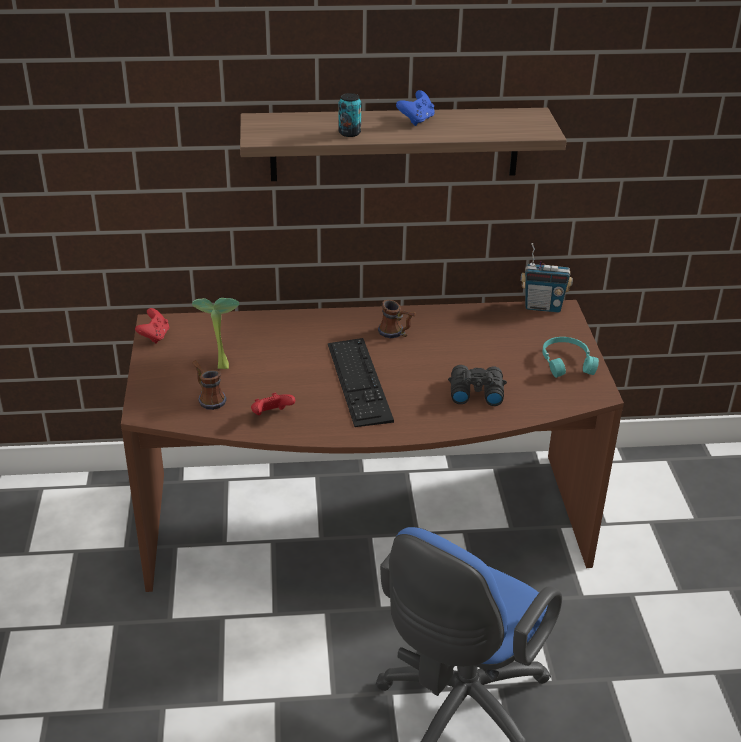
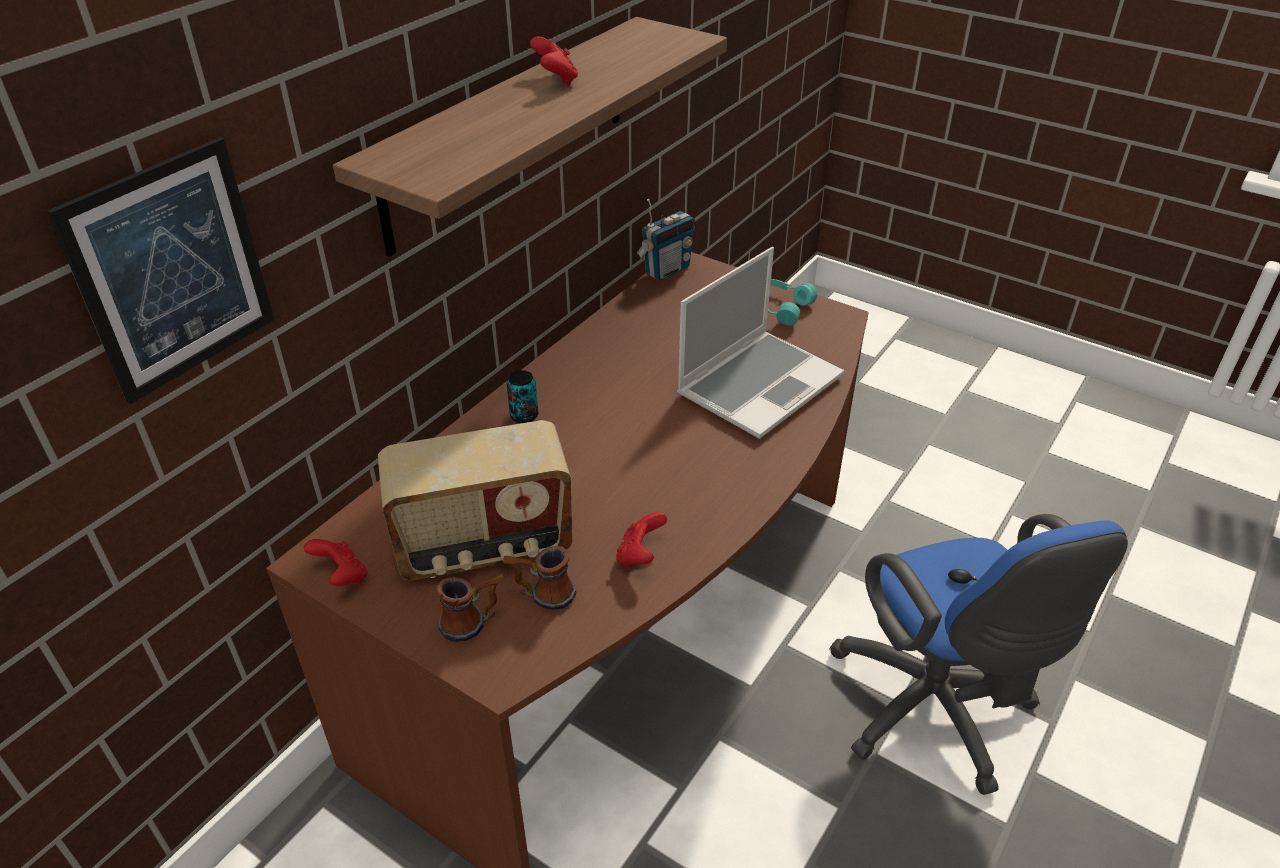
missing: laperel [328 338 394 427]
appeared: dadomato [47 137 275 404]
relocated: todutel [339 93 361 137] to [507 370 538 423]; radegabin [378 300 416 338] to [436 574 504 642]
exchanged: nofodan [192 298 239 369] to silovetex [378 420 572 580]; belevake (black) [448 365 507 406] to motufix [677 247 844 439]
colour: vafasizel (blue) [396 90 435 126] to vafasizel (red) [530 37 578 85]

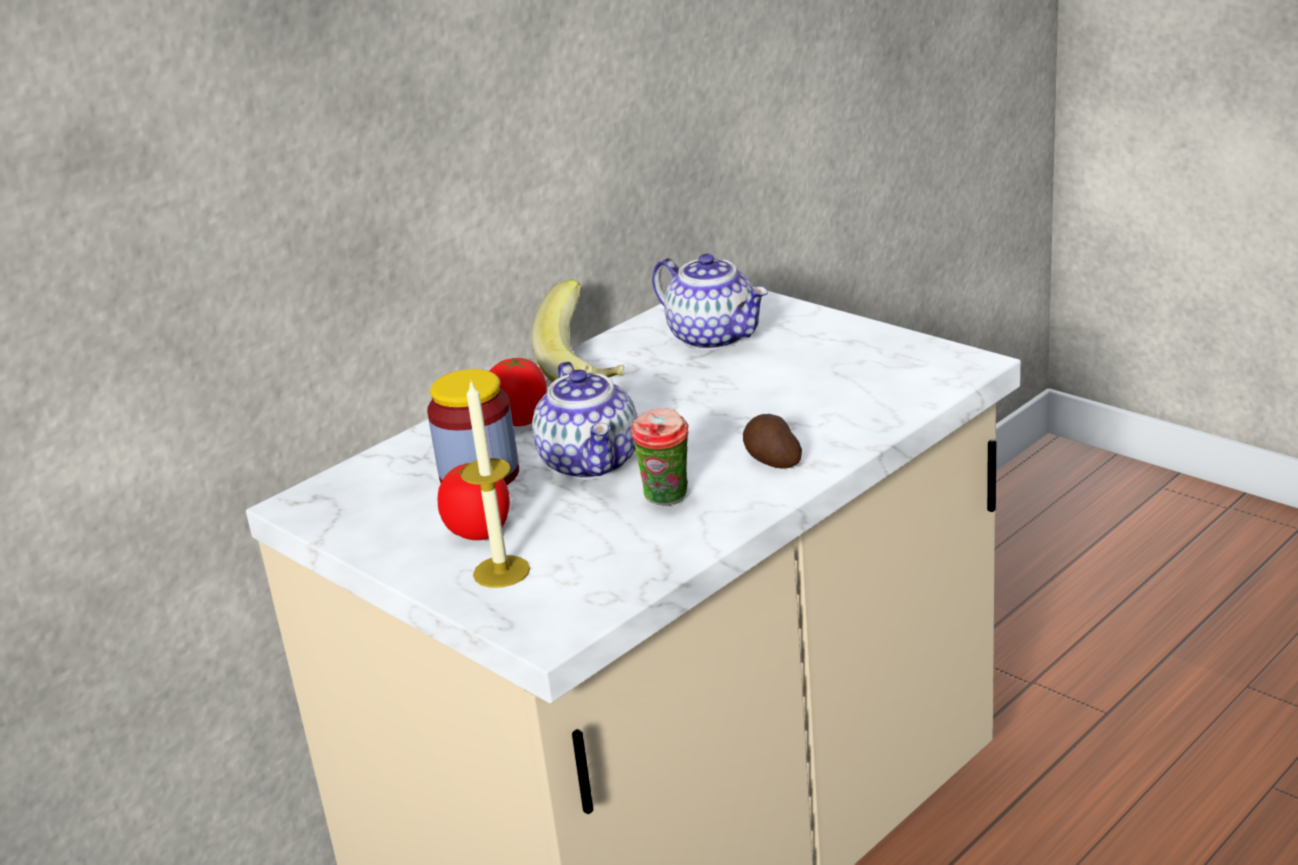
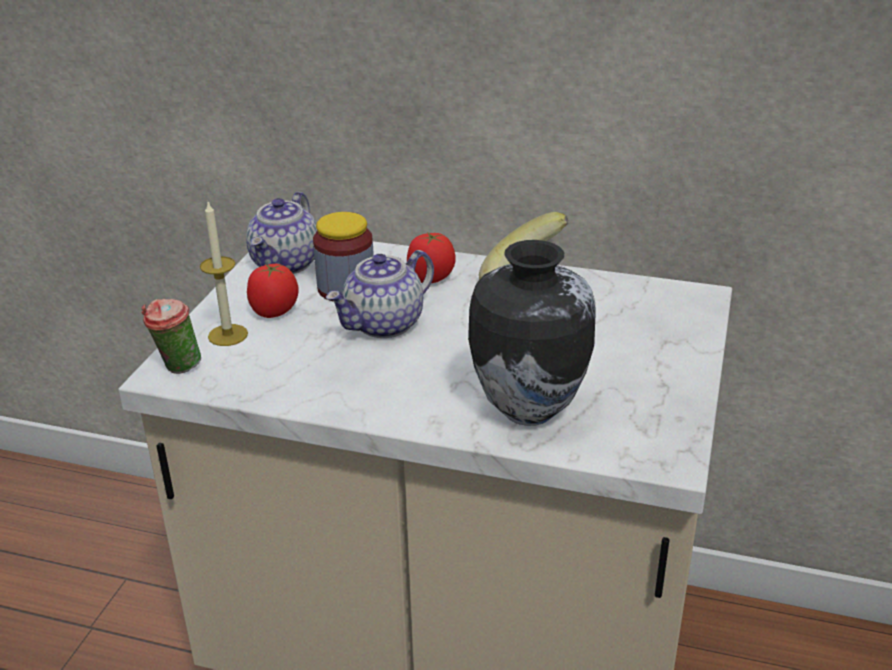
missing: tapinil [743 414 802 469]
appeared: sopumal [468 240 595 426]
relocated: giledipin [631 408 689 506] to [141 299 201 374]; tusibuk [652 254 768 350] to [246 192 317 274]

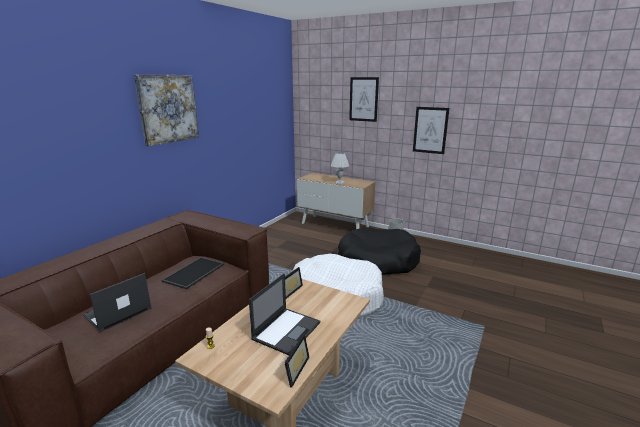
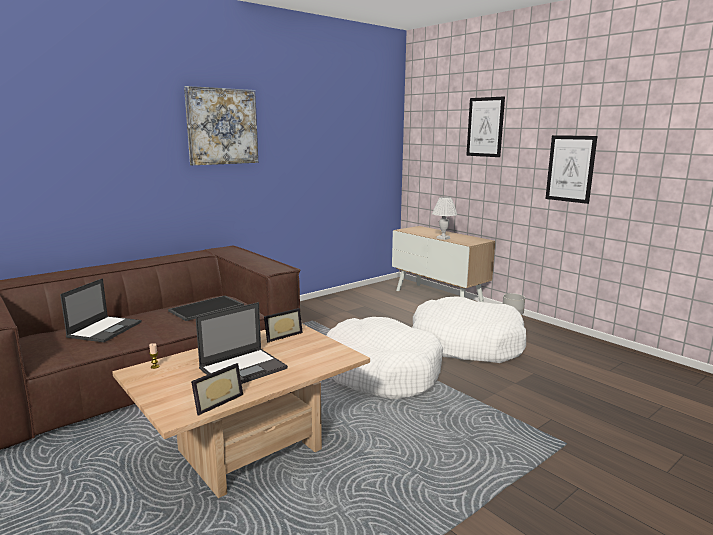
colour: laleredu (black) [338 227 421 275] to laleredu (white) [412 296 526 363]
spun: motufix [83 273 152 332] = [60 278 141 342] 135 degrees clockwise

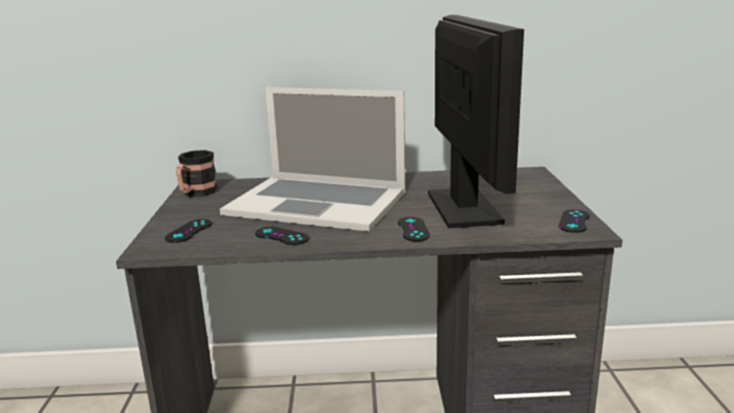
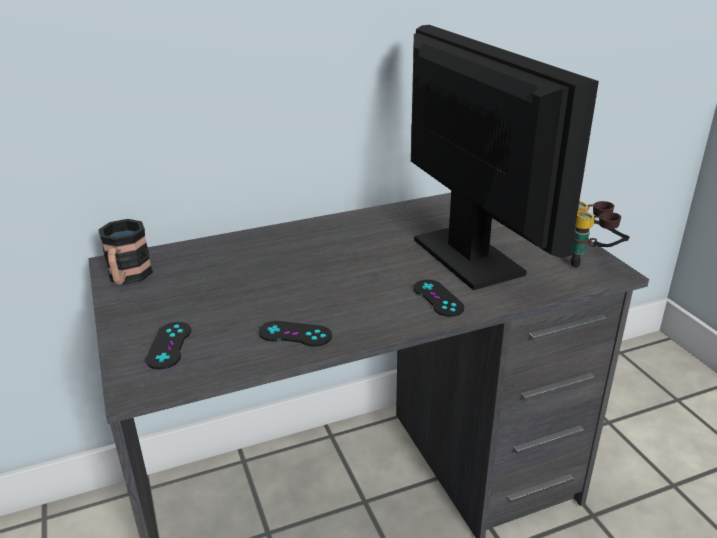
missing: motufix [220 87 405 232]
exchanged: vafasizel (black) [559 210 590 233] to belevake [570 201 630 268]

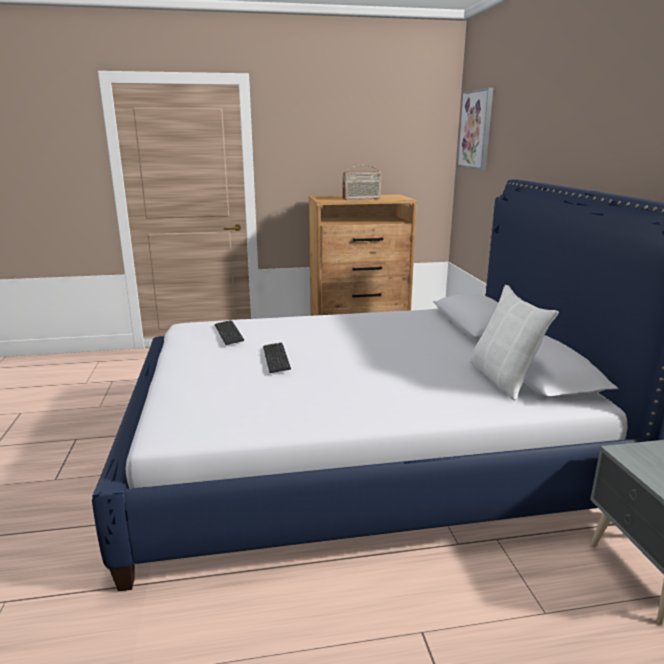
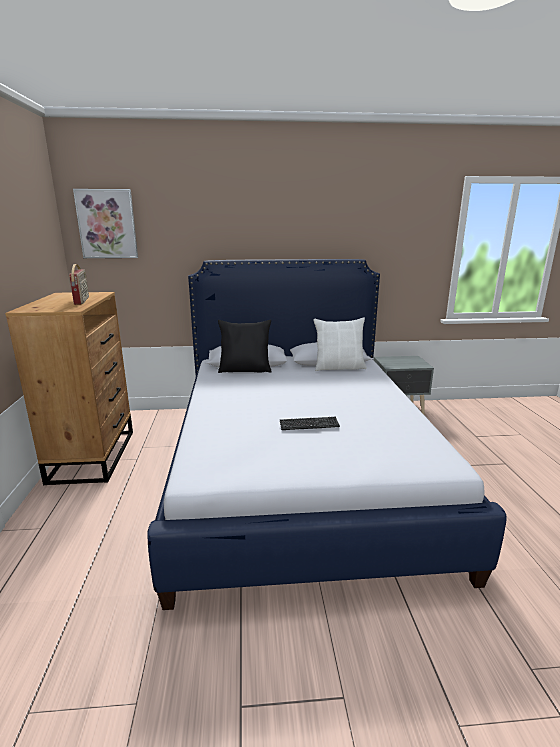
missing: laperel [215 320 244 345]
appeared: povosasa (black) [218 320 272 373]

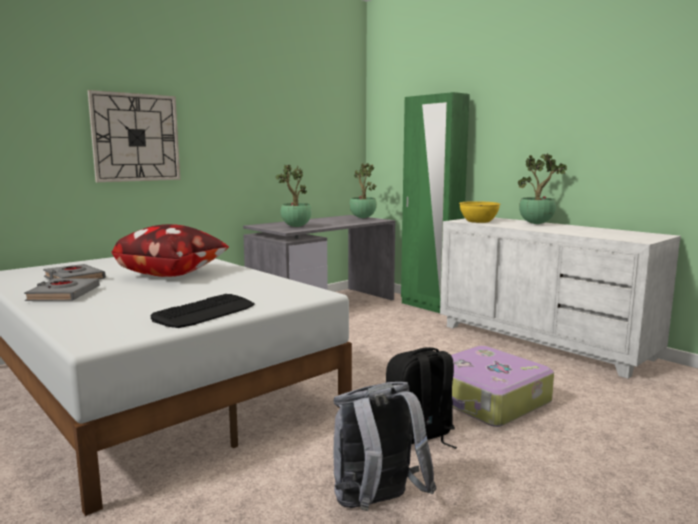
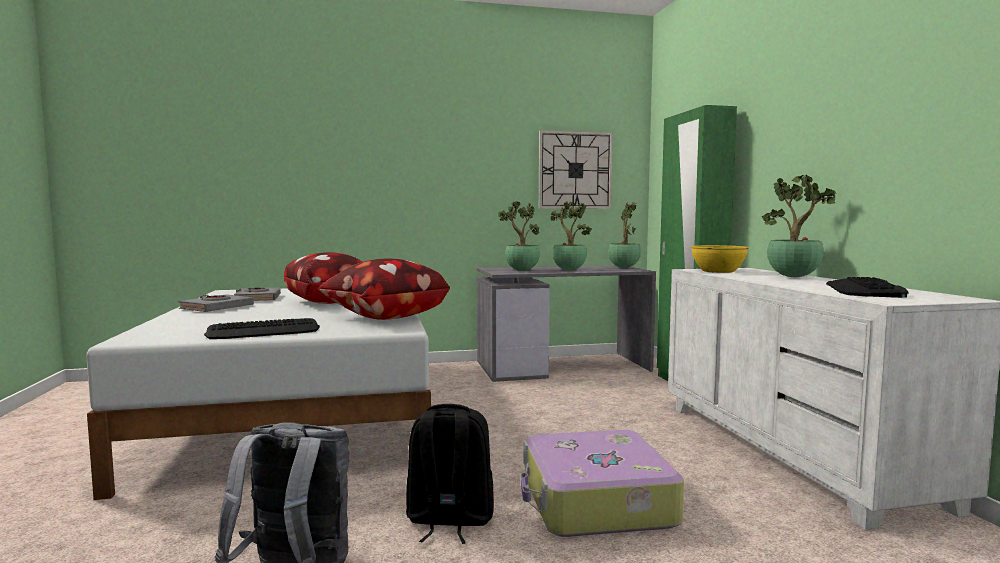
appeared: povosasa [318 258 450 320]; nofodan [550 201 592 270]; laperel [826 277 909 298]
relocated: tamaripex [88 90 180 182] to [539 130 613 209]

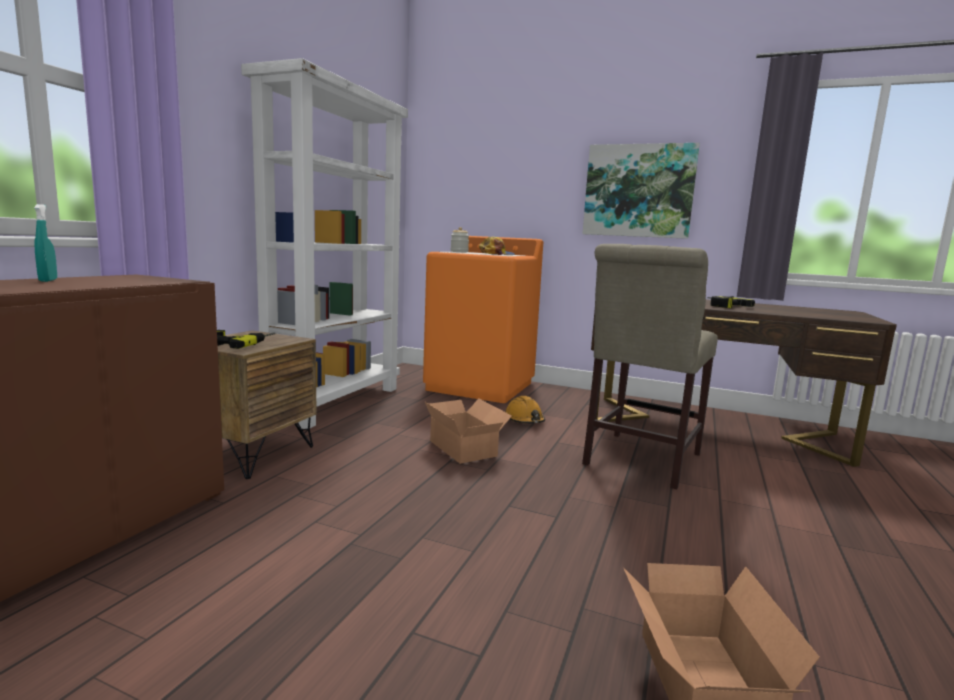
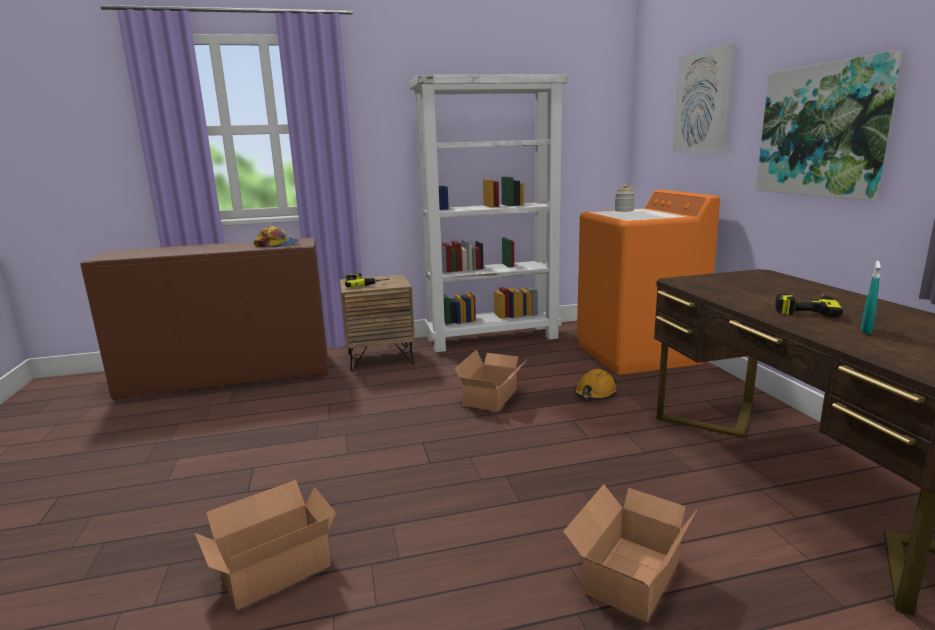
missing: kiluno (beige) [582 244 718 489]
appeared: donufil [563 484 697 622]; dadomato [672 43 735 153]
relocated: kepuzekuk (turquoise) [34 204 57 282] to [861 261 881 334]; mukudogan [479 237 515 255] to [254 226 299 247]

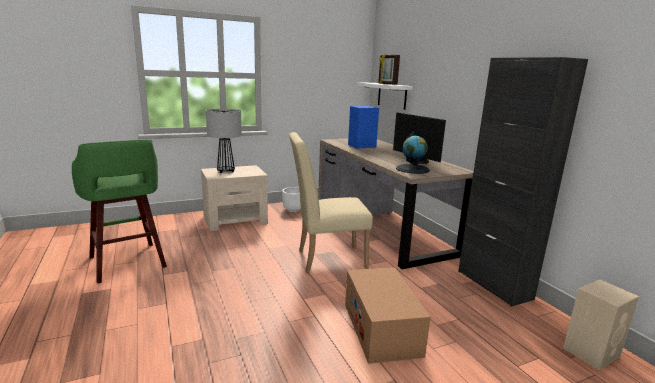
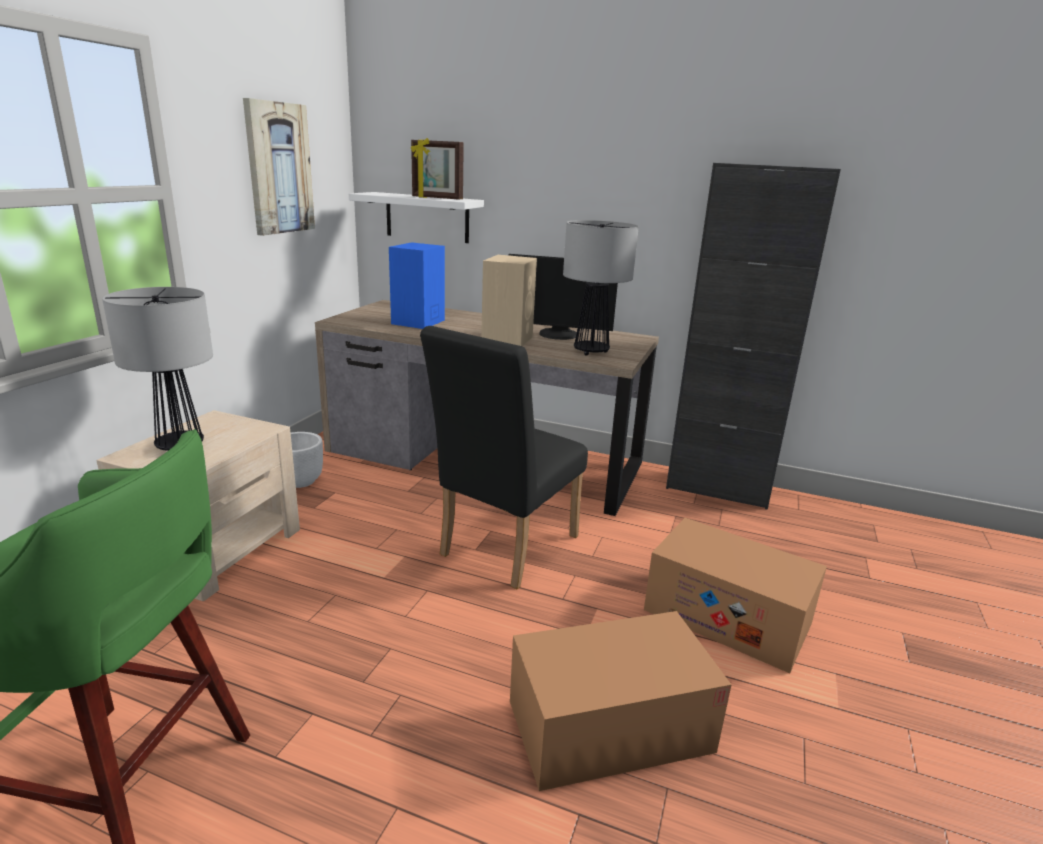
appeared: dadomato [243 98 315 236]; donufil [510 611 731 791]
relocated: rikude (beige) [563 280 639 370] to [481 255 537 347]
exchanged: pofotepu [396 132 430 174] to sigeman [563 220 639 356]
colour: kiluno (beige) [289 132 373 273] to kiluno (black) [420 326 588 589]

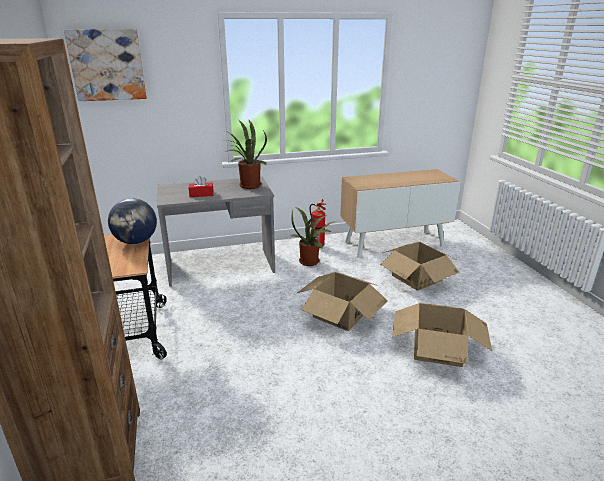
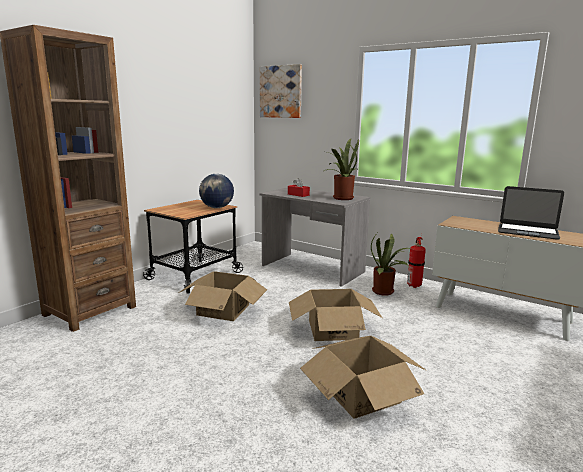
appeared: motufix [498 186 564 240]
relocated: donufil [380 242 460 291] to [177 271 267 321]

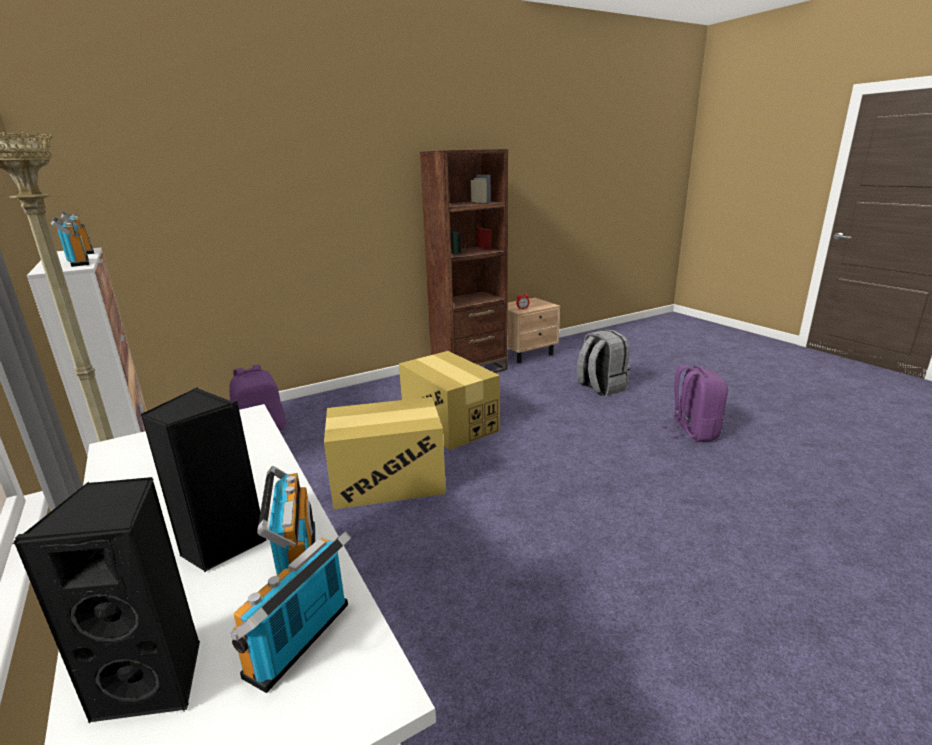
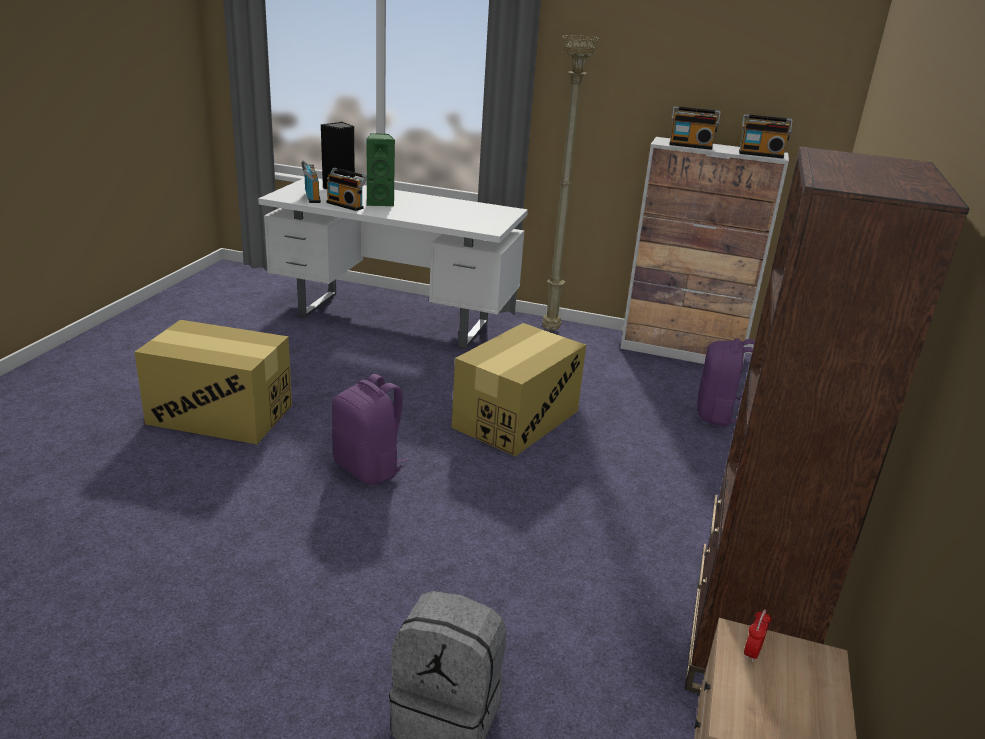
relocated: donufil [399 351 500 450] to [134 320 292 444]; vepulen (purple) [661 365 728 442] to [332 374 410 485]
colour: rikude (black) [141 387 266 572] to rikude (green) [366 133 395 206]

